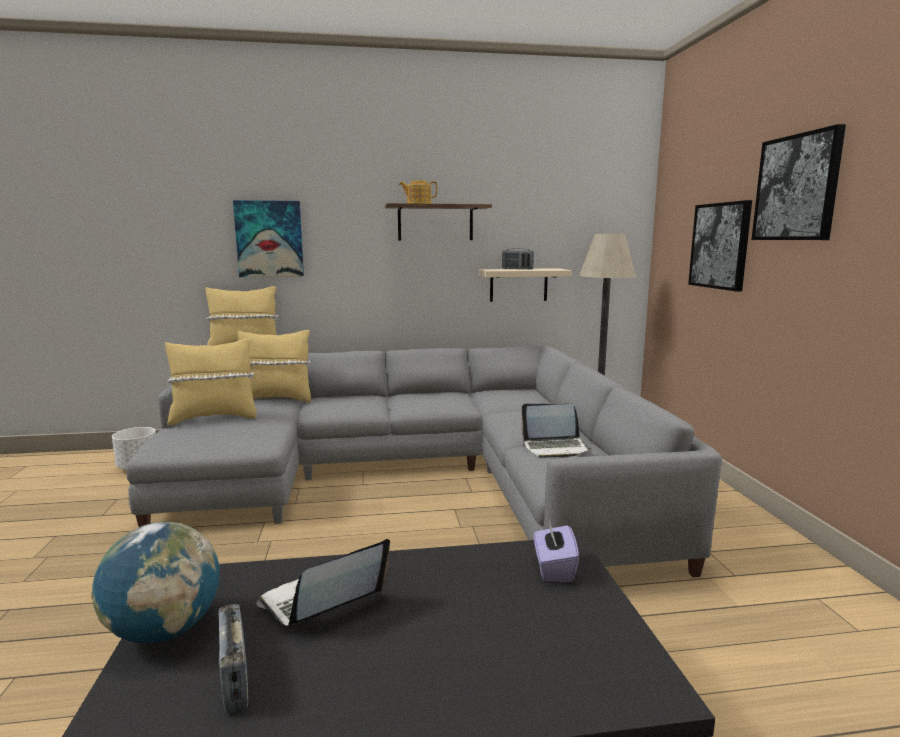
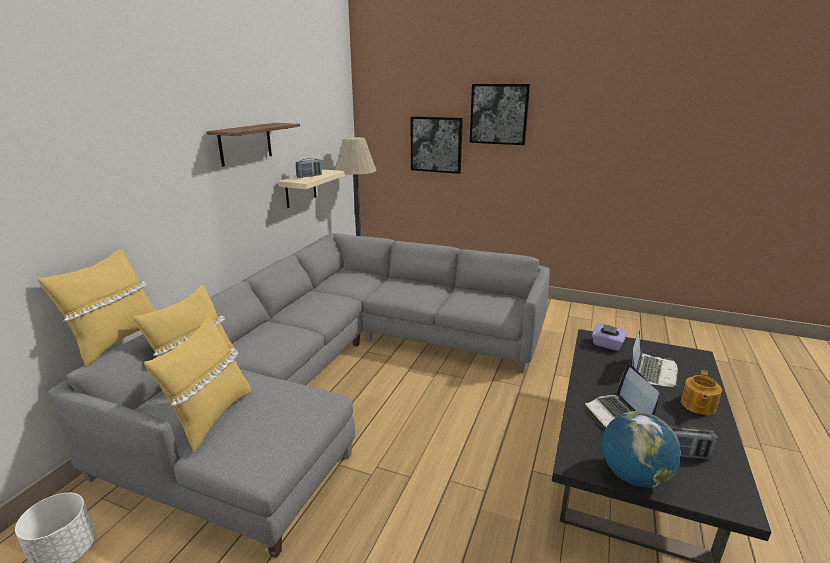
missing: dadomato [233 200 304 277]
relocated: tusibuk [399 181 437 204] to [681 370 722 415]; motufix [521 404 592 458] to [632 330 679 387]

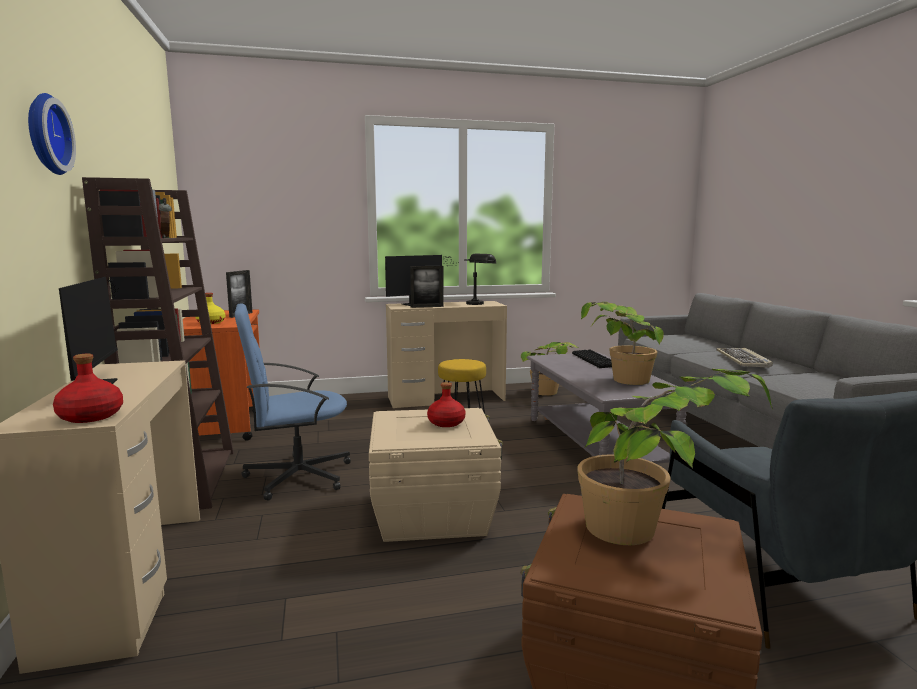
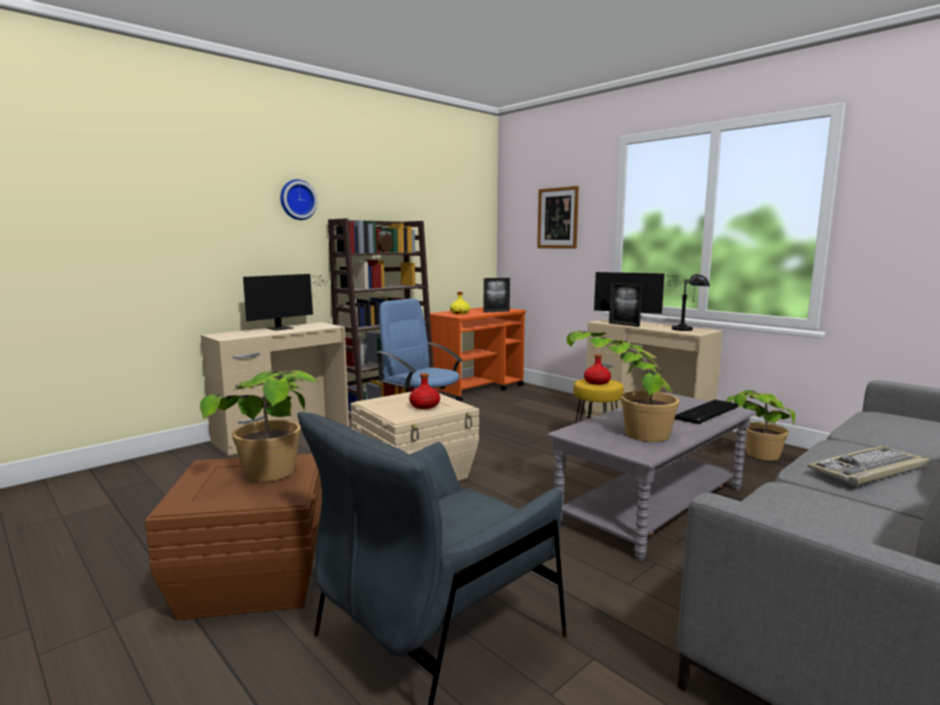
appeared: dadomato [537 186 579 249]
relocated: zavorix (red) [53 354 123 423] to [584 354 611 385]

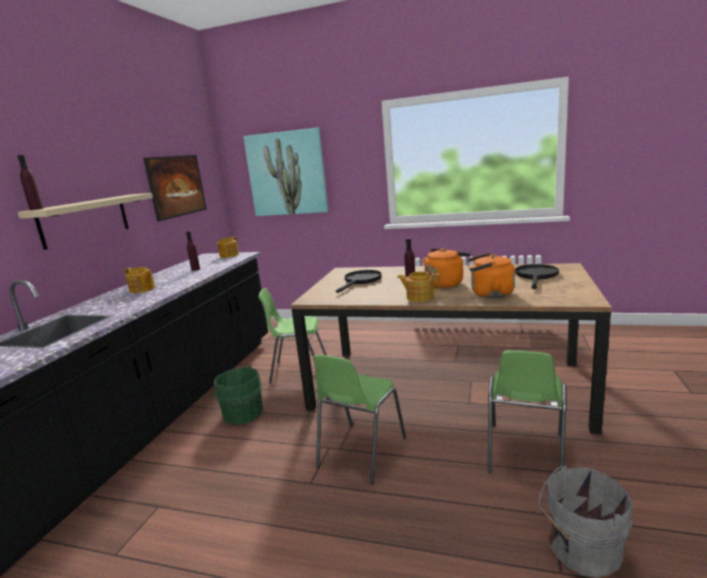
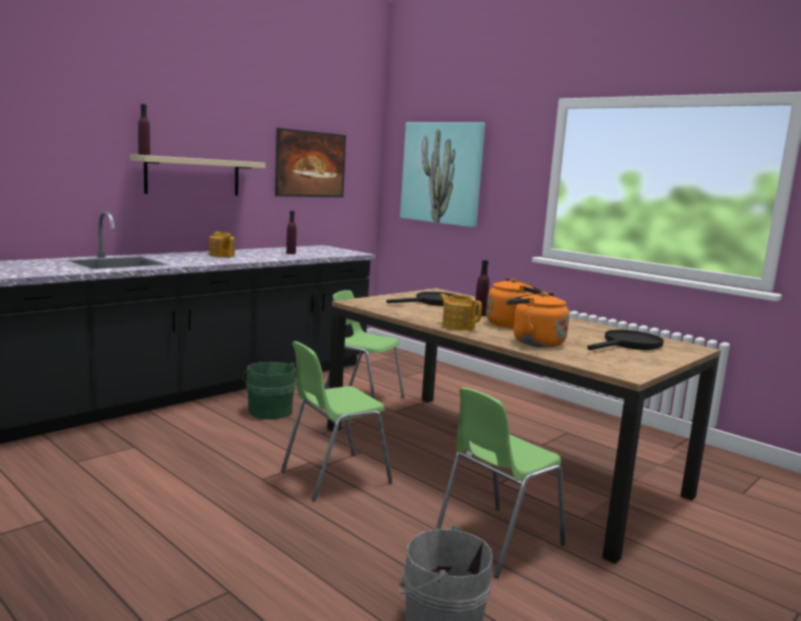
missing: tusibuk [216 236 239 258]

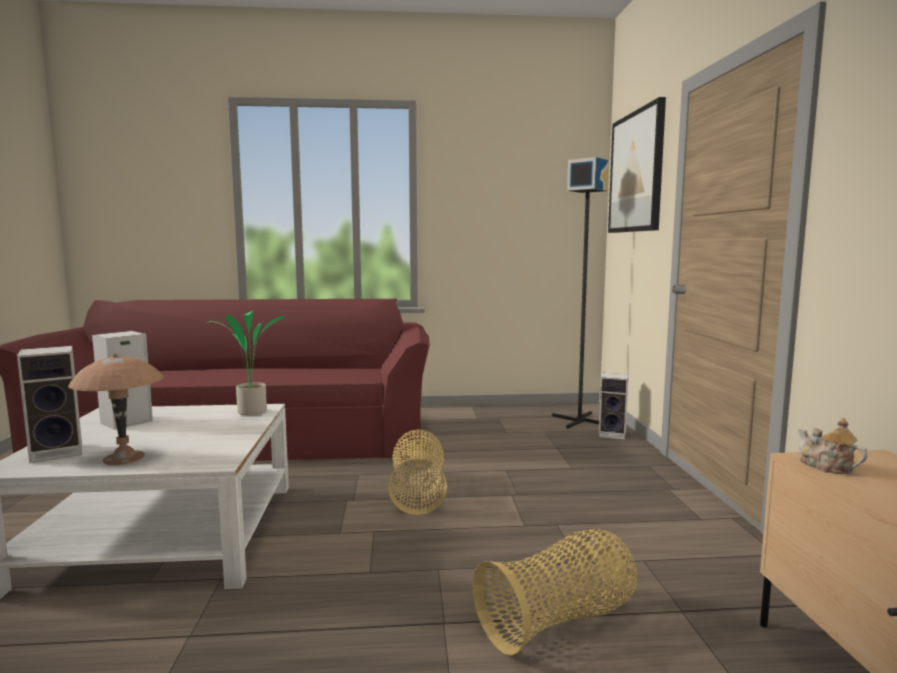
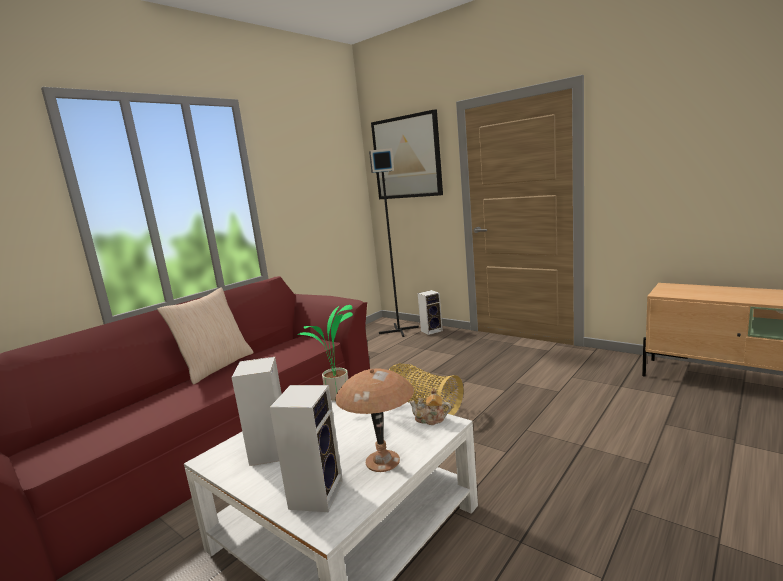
missing: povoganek [473 529 637 655]
appeared: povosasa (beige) [157 287 253 384]
relocated: tusibuk [798 418 868 474] to [409 388 451 425]

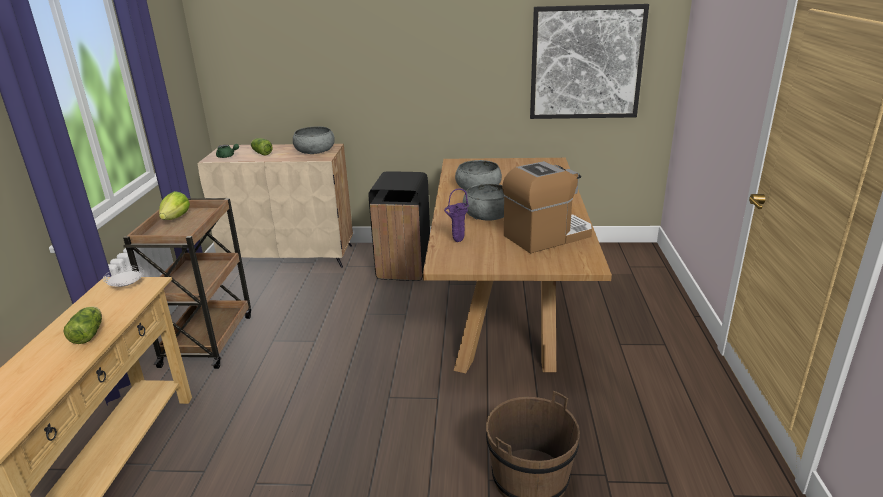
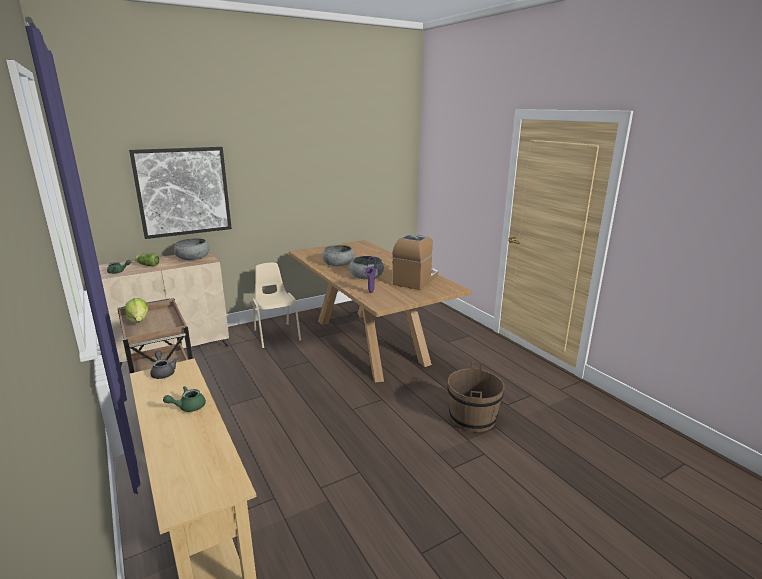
relocated: dadomato [530 4 649 119] to [129 147 232 239]
exchanged: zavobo [64 306 102 344] to tusibuk (green) [163 386 206 412]; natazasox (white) [103 266 144 287] to tusibuk (grey) [150 351 178 379]; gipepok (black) [369 171 430 281] to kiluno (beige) [253 263 301 349]

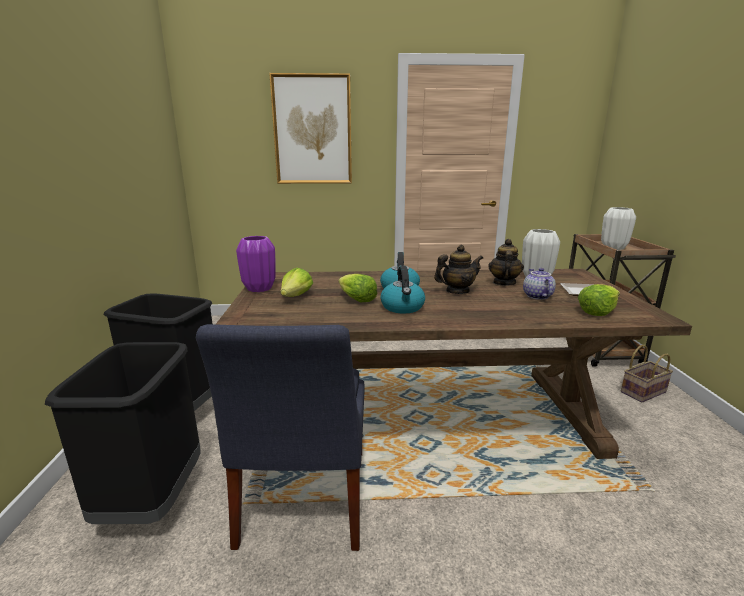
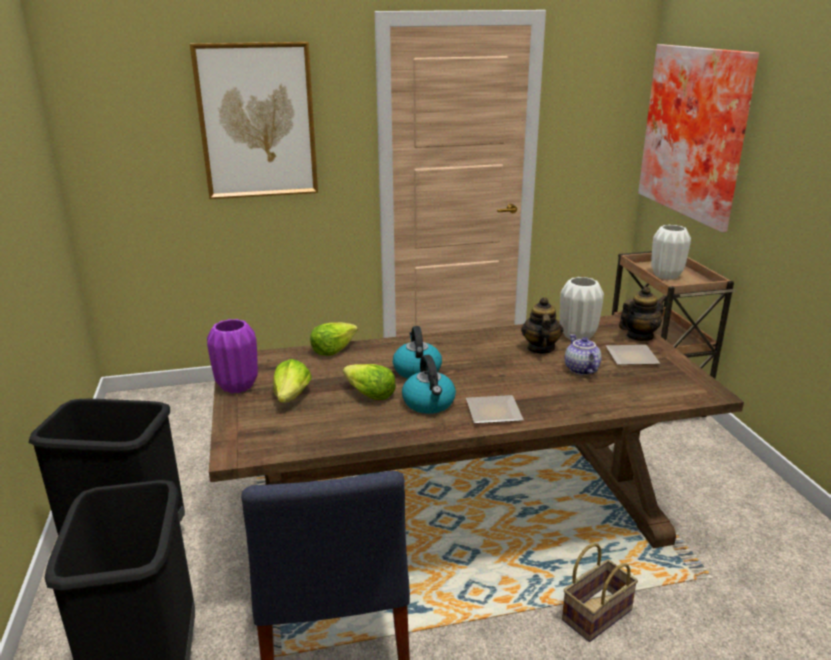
appeared: natazasox [466 395 524 424]; dadomato [638 44 759 232]
relocated: tusibuk [434 245 483 294] to [619 287 667 341]; zavobo [578 284 620 316] to [310 322 358 356]; povoganek [621 345 673 403] to [562 543 638 642]

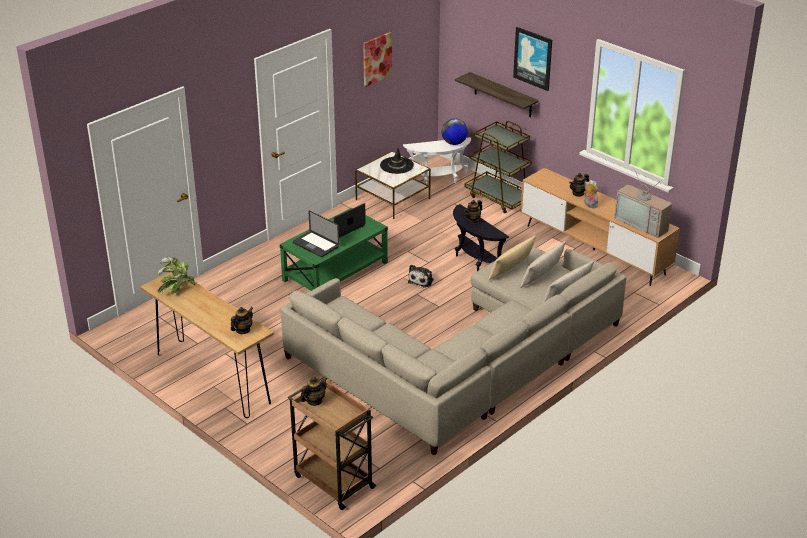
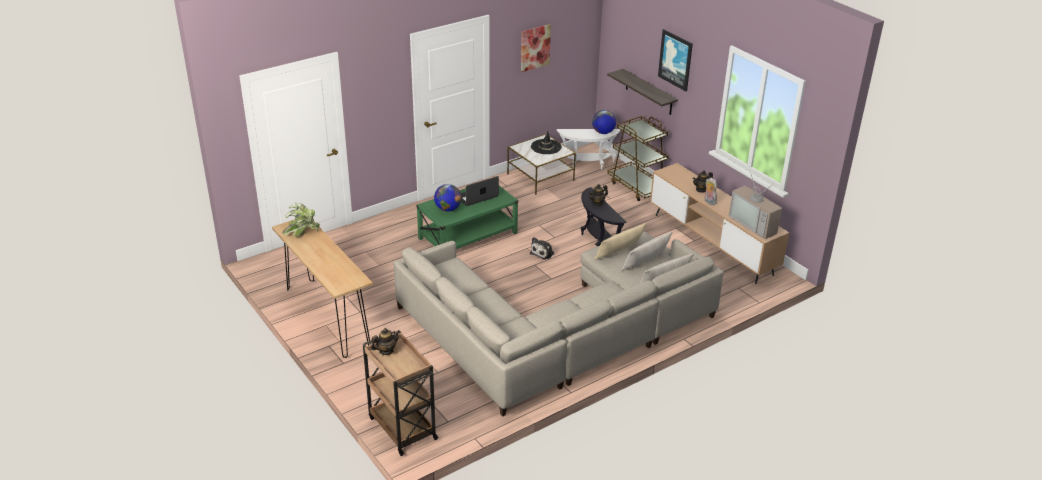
missing: tusibuk [231 307 253 334]
exchanged: motufix [293 210 339 257] to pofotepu [434 184 462 211]

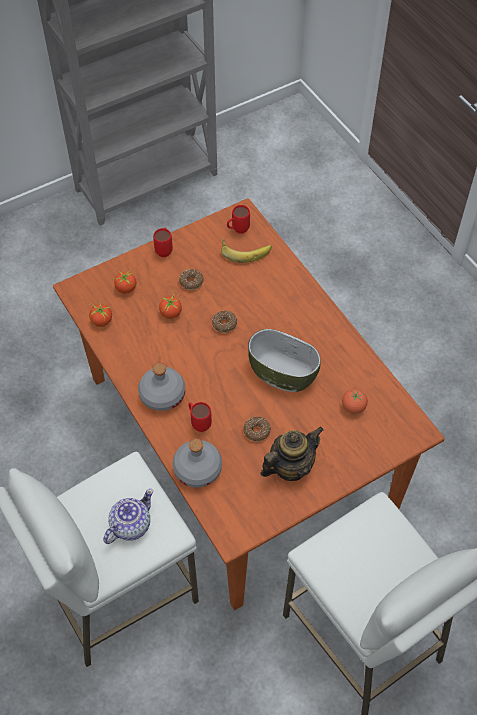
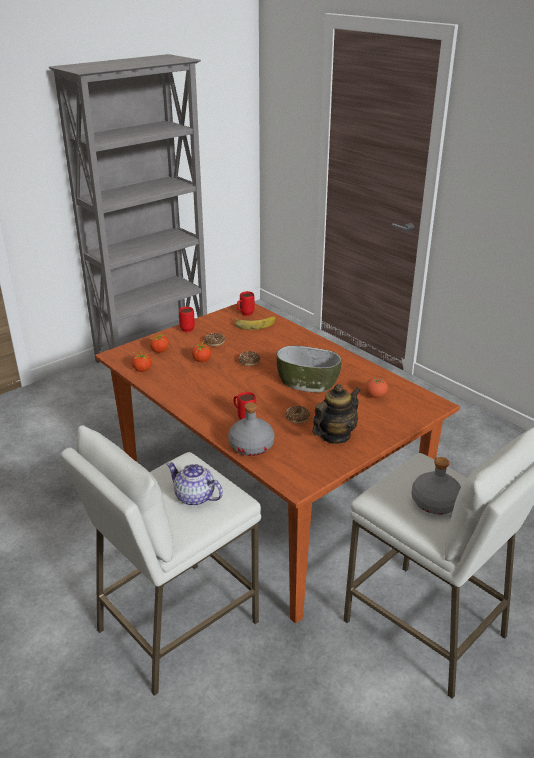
relocated: zavorix (grey) [138 363 185 411] to [412 457 461 515]
spun: tusibuk [103 489 153 544] = [166 462 223 506] 90 degrees counterclockwise

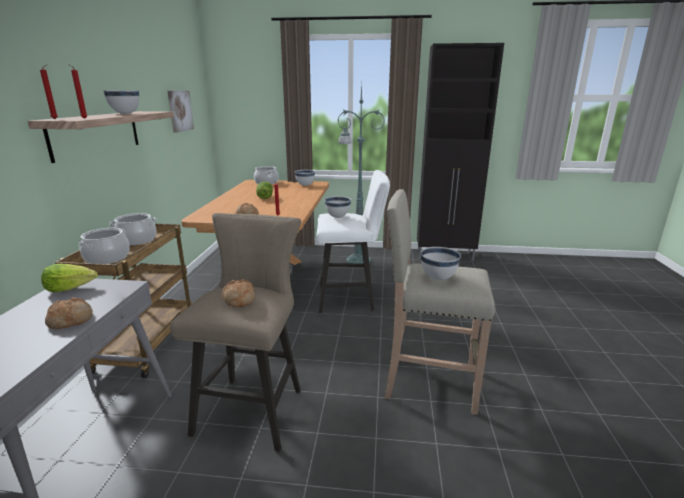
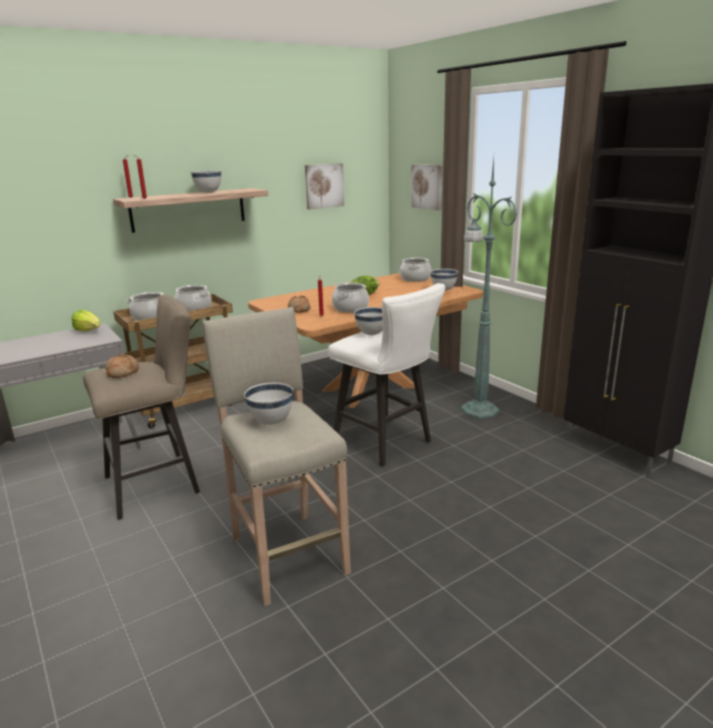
missing: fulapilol [45 297 93 329]
appeared: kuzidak [332 283 369 313]; dadomato [411 164 443 211]

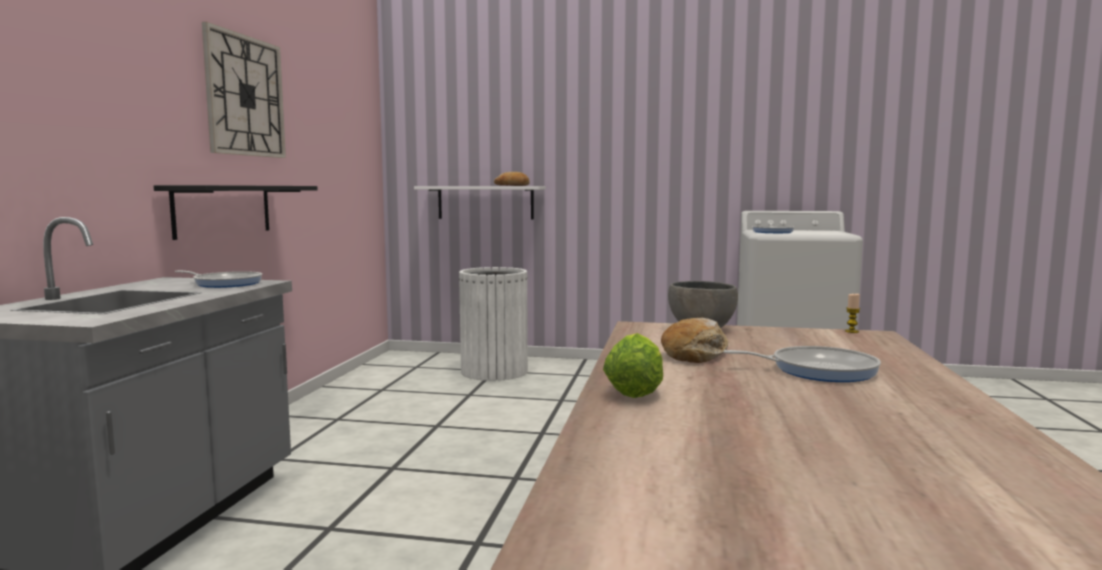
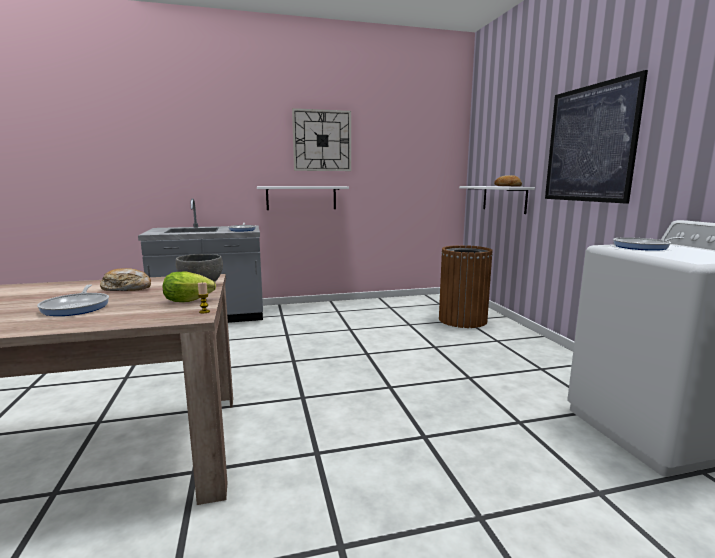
appeared: dadomato [545 70 648 204]
relocated: zavobo [603 333 663 398] to [162 272 216 302]
colour: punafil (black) [154 185 318 240] to punafil (white) [257 186 349 210]; gipepok (white) [459 267 528 381] to gipepok (brown) [439 245 493 328]

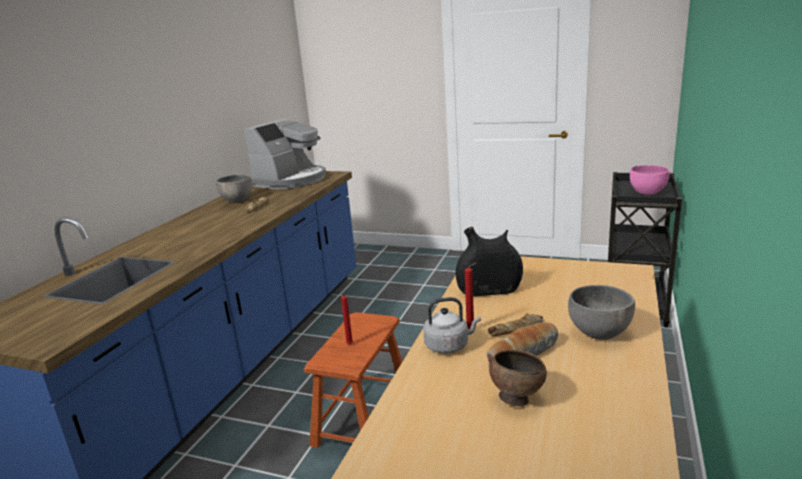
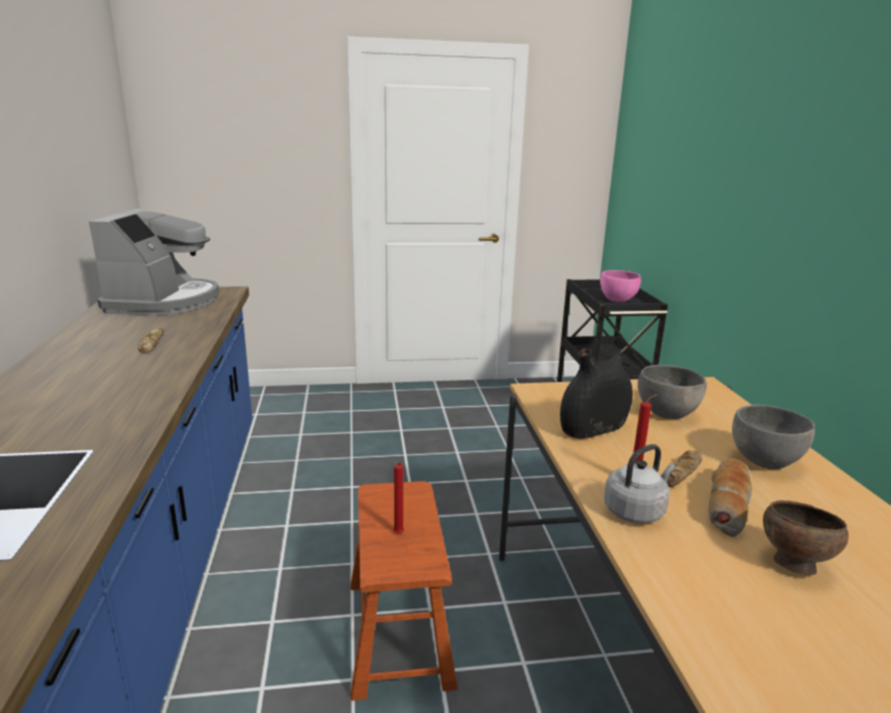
relocated: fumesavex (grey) [216 174 252 203] to [638 365 707 419]

